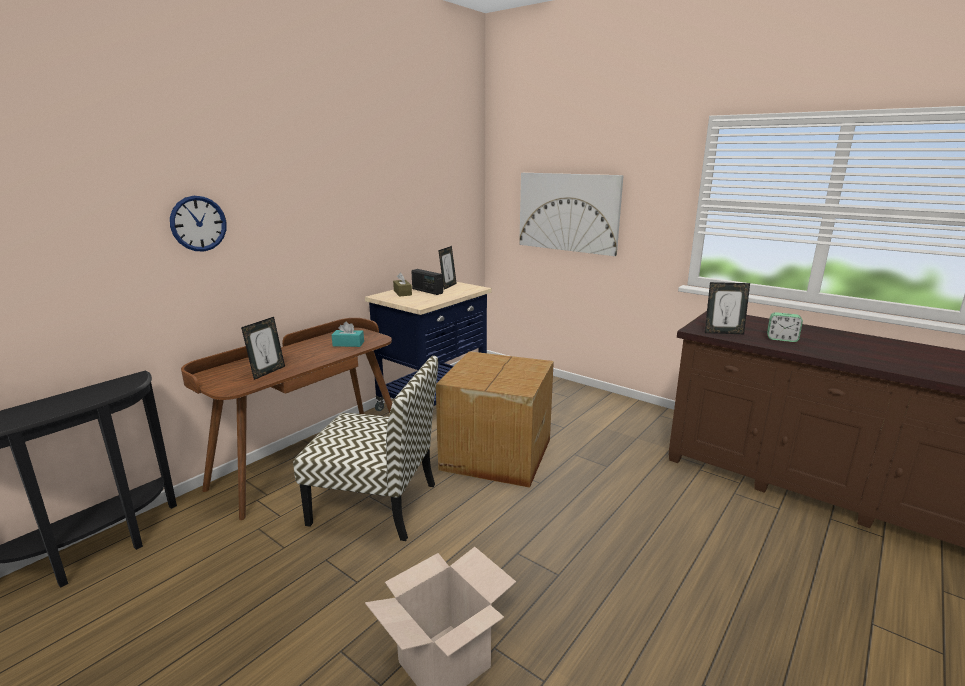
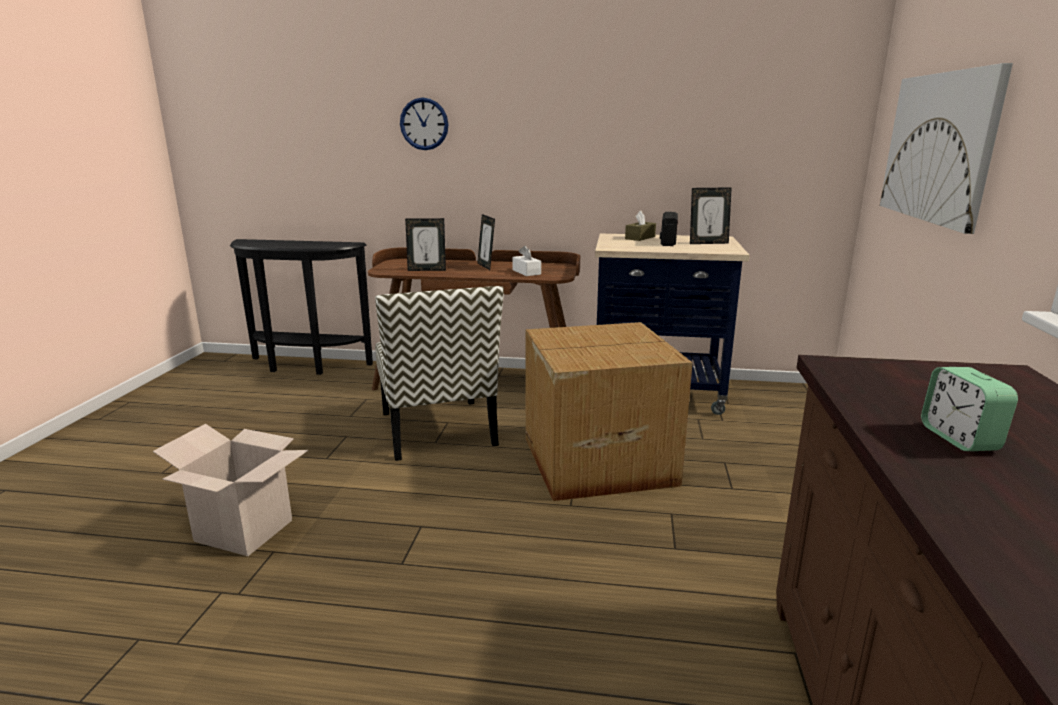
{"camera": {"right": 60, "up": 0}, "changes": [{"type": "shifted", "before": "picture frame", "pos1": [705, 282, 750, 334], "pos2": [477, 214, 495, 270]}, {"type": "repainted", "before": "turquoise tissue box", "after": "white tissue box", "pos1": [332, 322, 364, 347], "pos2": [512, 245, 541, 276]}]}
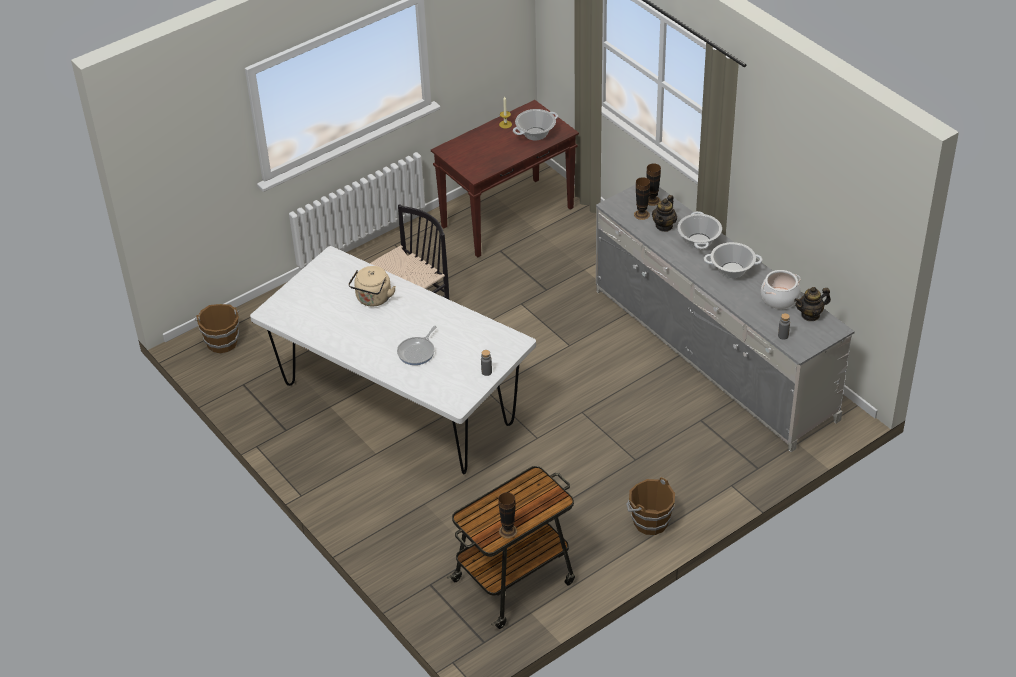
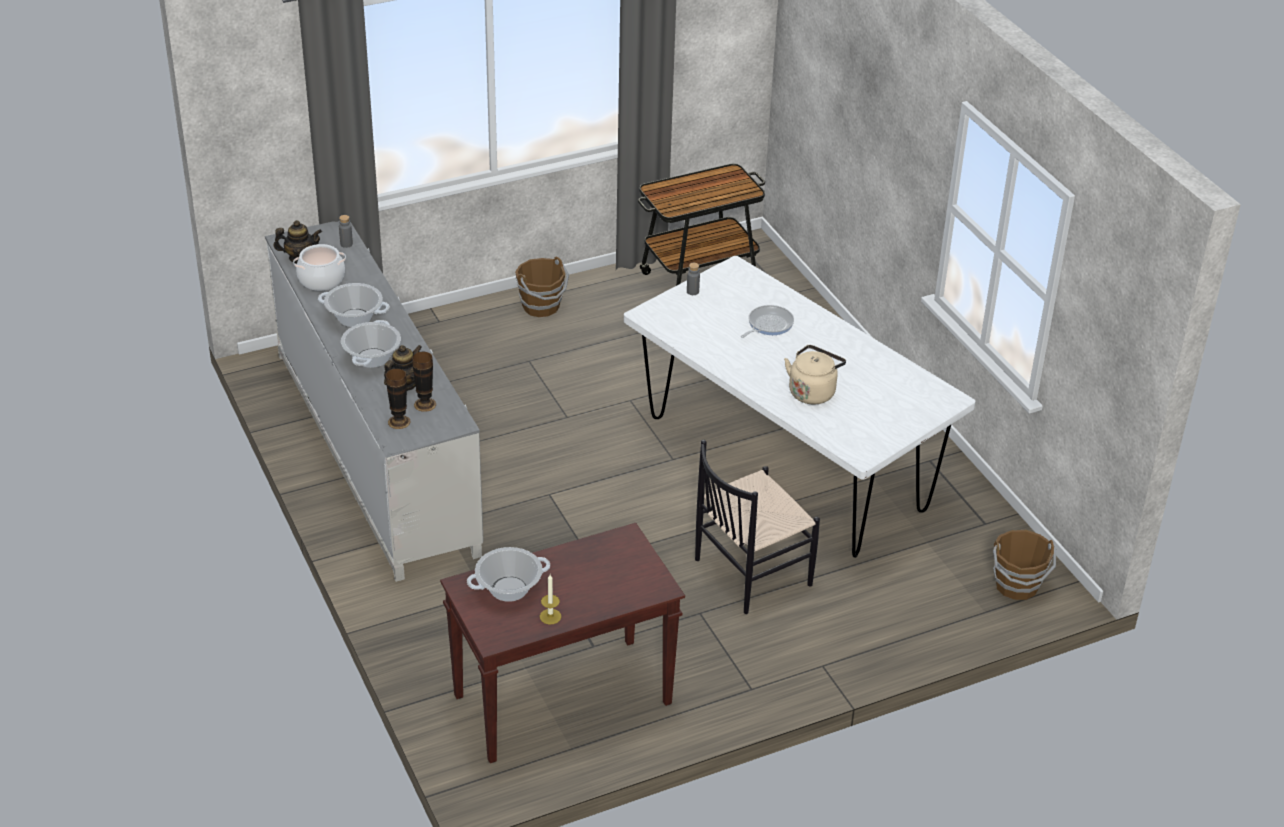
{"camera": {"right": -170, "up": -5}, "changes": [{"type": "gone", "before": "vase", "pos1": [498, 492, 517, 538]}]}
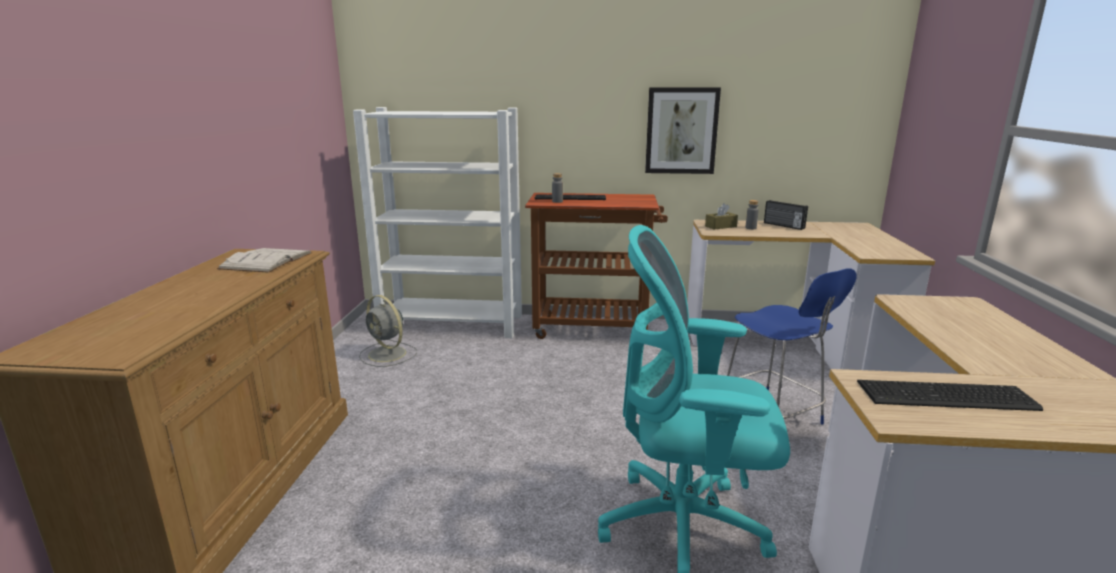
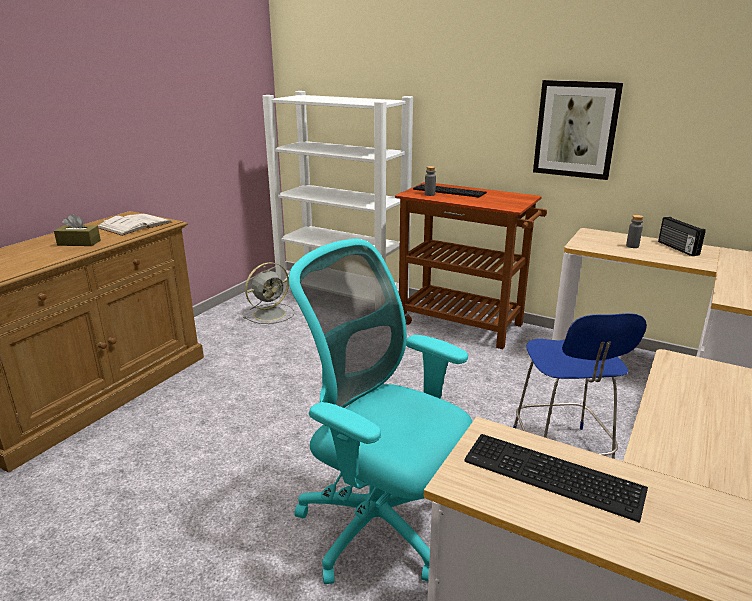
{"camera": {"right": 25, "up": 5}, "changes": [{"type": "shifted", "before": "brown tissue box", "pos1": [705, 203, 738, 229], "pos2": [54, 214, 101, 246]}, {"type": "rotated", "before": "grey fan", "pos1": [359, 295, 417, 367], "pos2": [243, 262, 295, 324], "turn": -105}]}
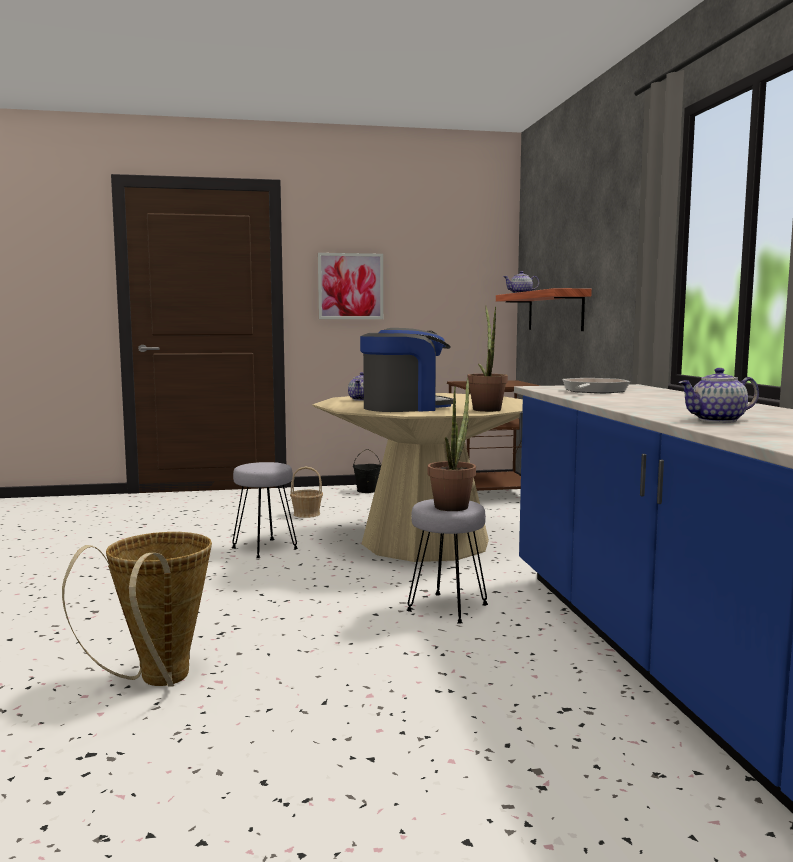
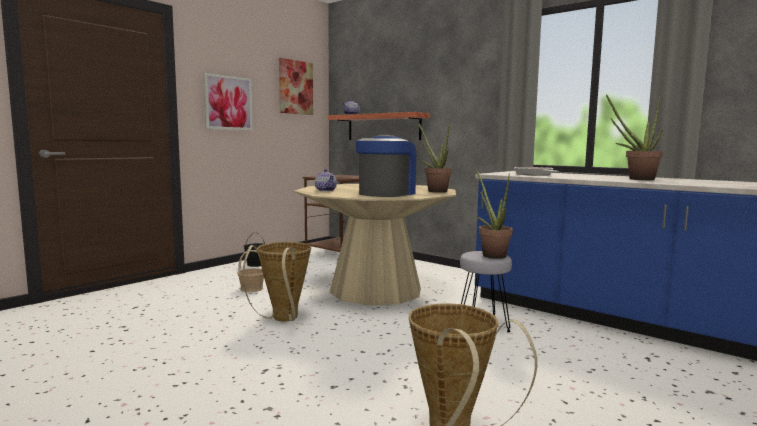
{"camera": {"right": -40, "up": 0}, "changes": [{"type": "swapped", "before": "grey stool", "after": "basket", "pos1": [232, 462, 298, 558], "pos2": [243, 242, 311, 321]}, {"type": "new", "after": "picture", "pos2": [279, 58, 313, 115]}, {"type": "new", "after": "potted plant", "pos2": [606, 94, 663, 180]}, {"type": "gone", "before": "teapot", "pos1": [678, 368, 759, 423]}]}
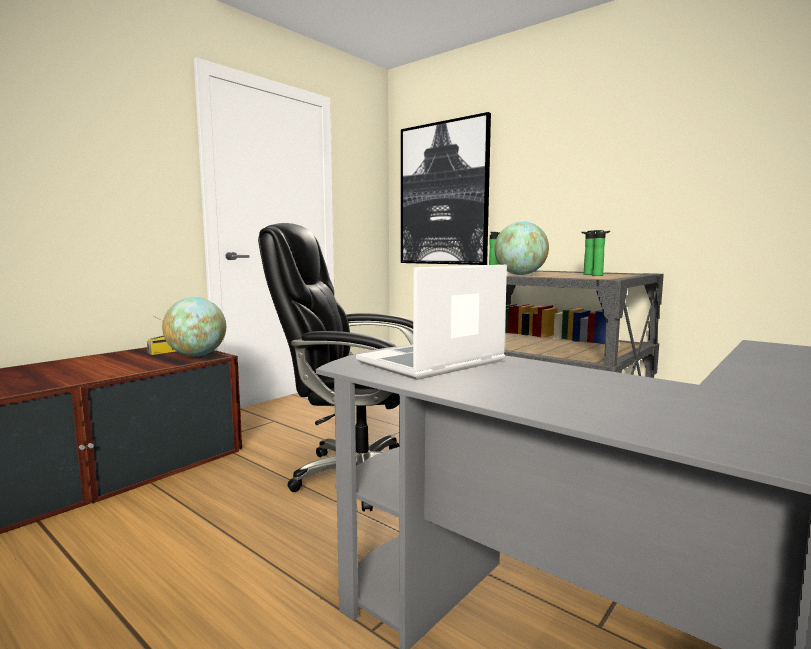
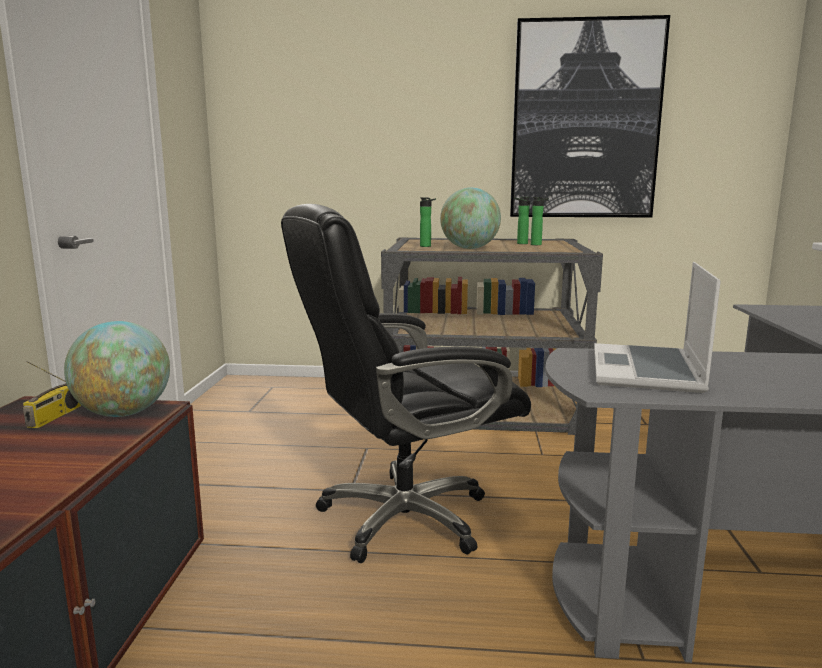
{"camera": {"right": -35, "up": 5}, "changes": [{"type": "shifted", "before": "picture", "pos1": [401, 112, 491, 265], "pos2": [510, 15, 670, 217]}]}
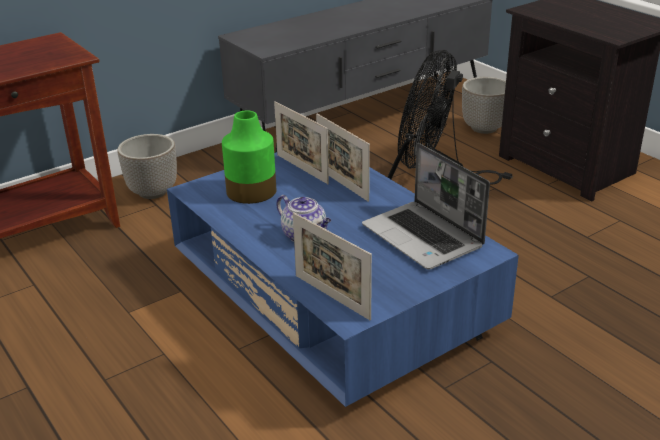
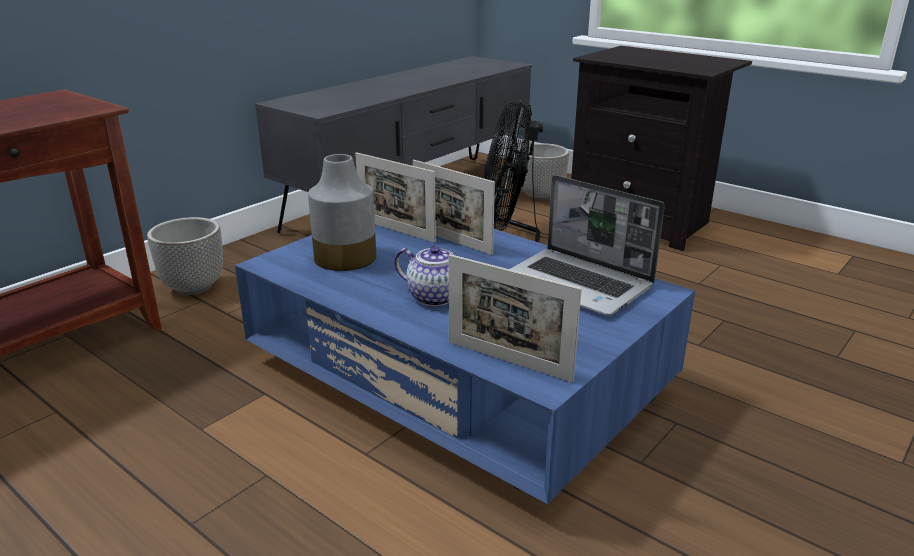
{"camera": {"right": -15, "up": -5}, "changes": [{"type": "repainted", "before": "green vase", "after": "grey vase", "pos1": [222, 111, 277, 204], "pos2": [308, 154, 377, 271]}]}
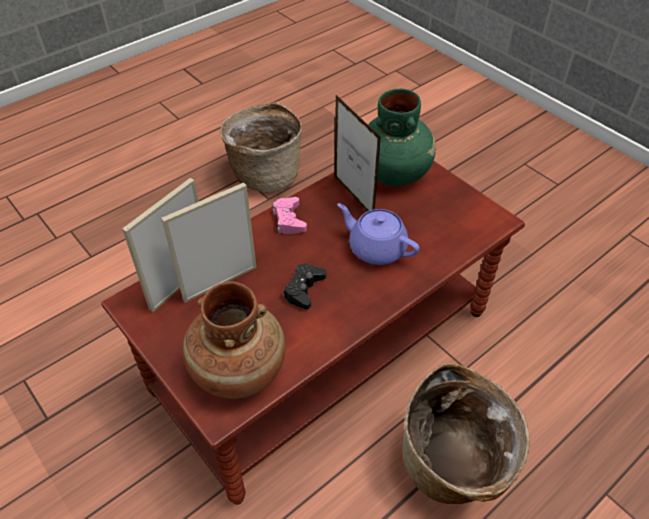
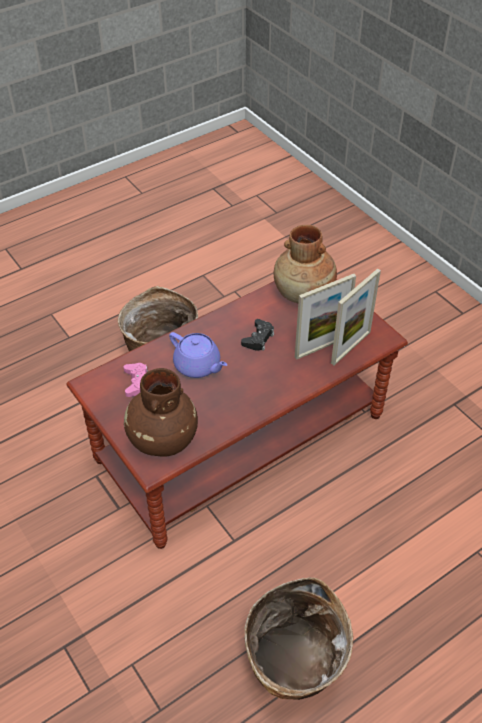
{"camera": {"right": -175, "up": 0}, "changes": [{"type": "shifted", "before": "pink game controller", "pos1": [273, 197, 307, 234], "pos2": [124, 363, 148, 397]}, {"type": "repainted", "before": "green vase", "after": "brown vase", "pos1": [368, 89, 436, 186], "pos2": [124, 368, 198, 457]}, {"type": "gone", "before": "picture frame", "pos1": [335, 95, 381, 211]}]}
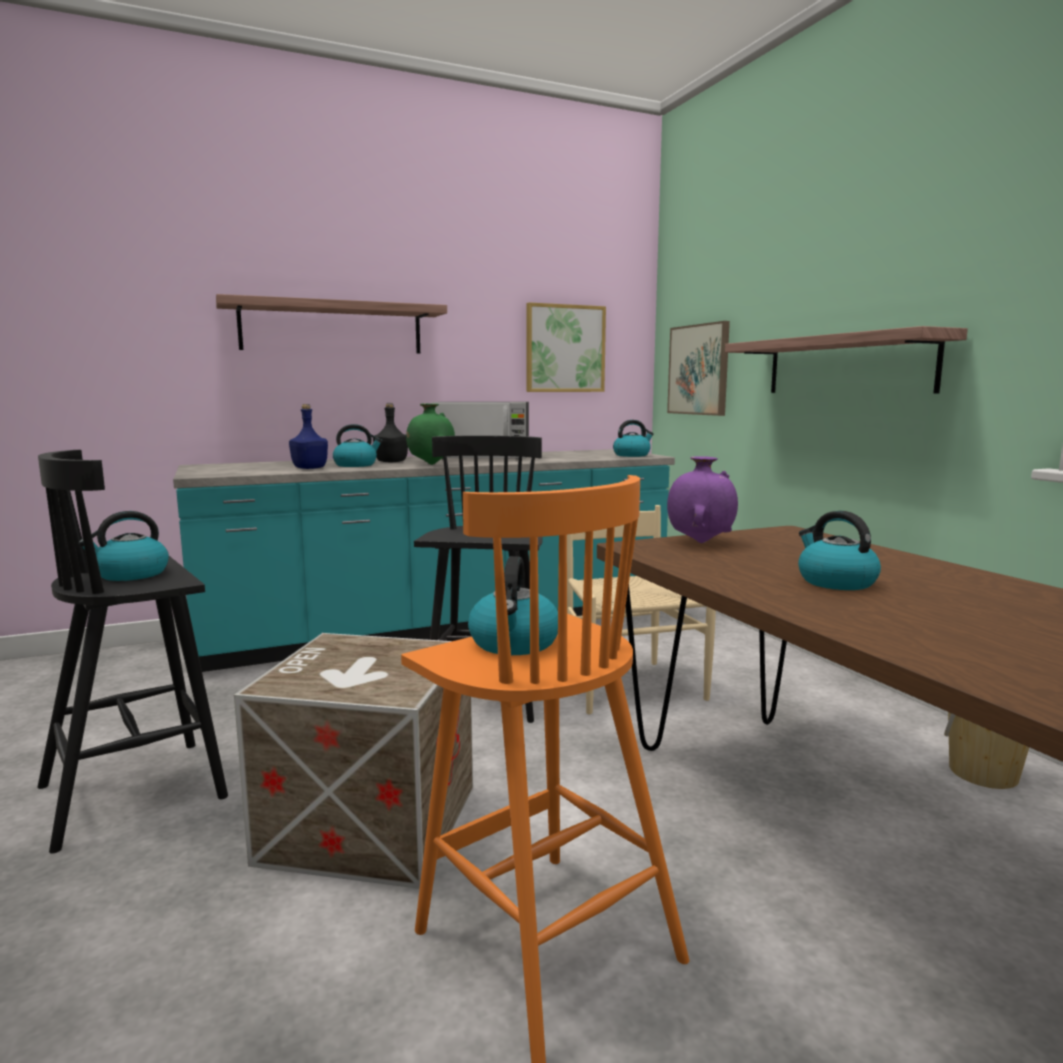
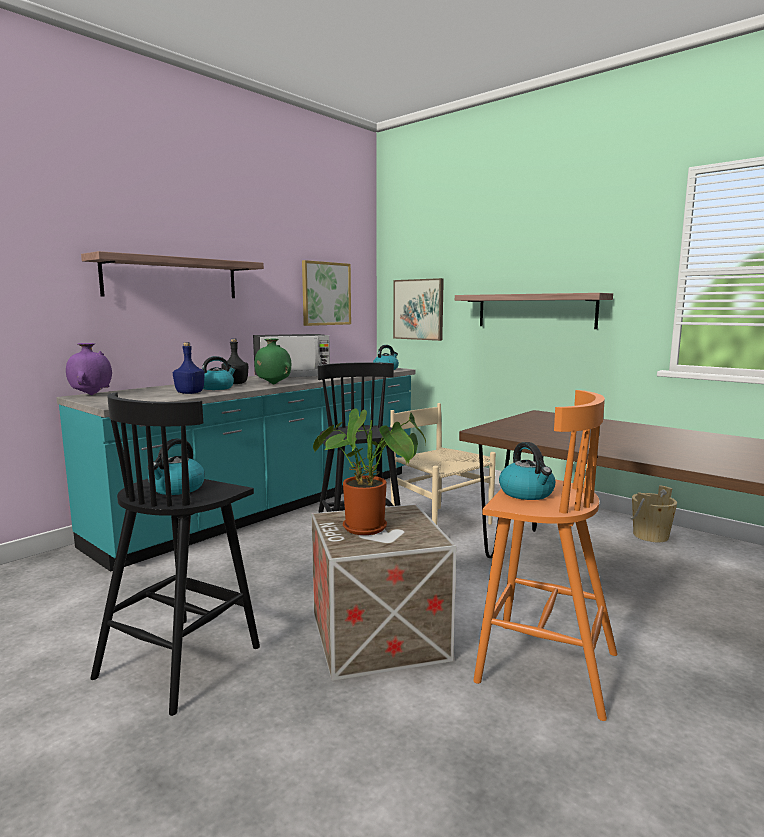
{"camera": {"right": -25, "up": 0}, "changes": [{"type": "shifted", "before": "purple vase", "pos1": [667, 456, 738, 543], "pos2": [66, 343, 112, 395]}, {"type": "new", "after": "potted plant", "pos2": [313, 409, 426, 535]}, {"type": "gone", "before": "kettle", "pos1": [798, 511, 881, 590]}]}
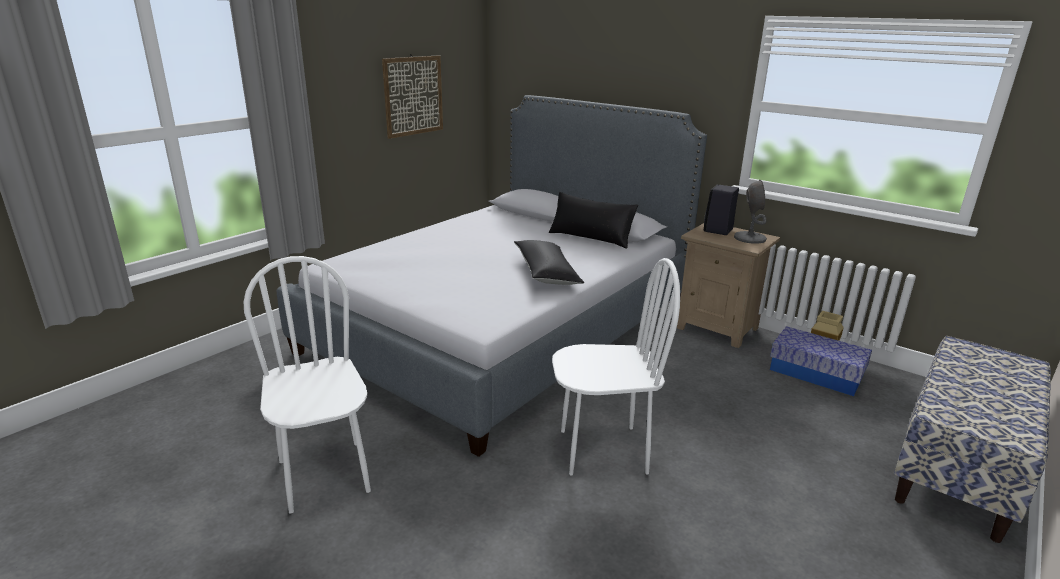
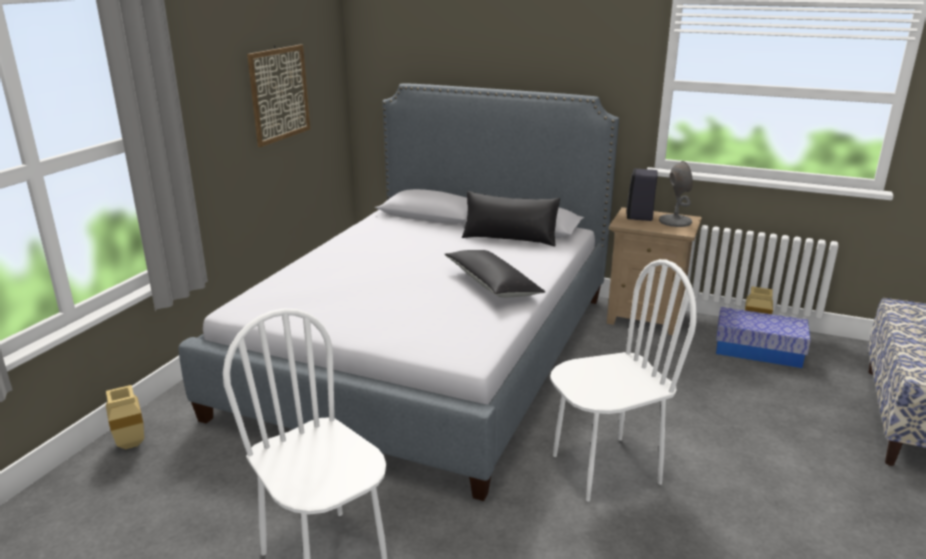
{"camera": {"right": -15, "up": 0}, "changes": [{"type": "new", "after": "beige vase", "pos2": [106, 385, 144, 449]}]}
